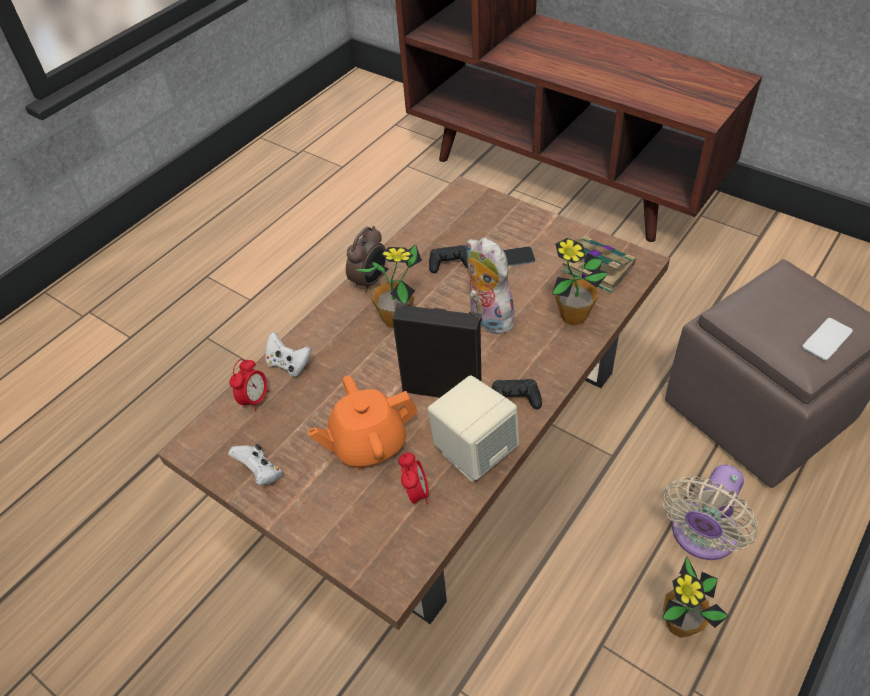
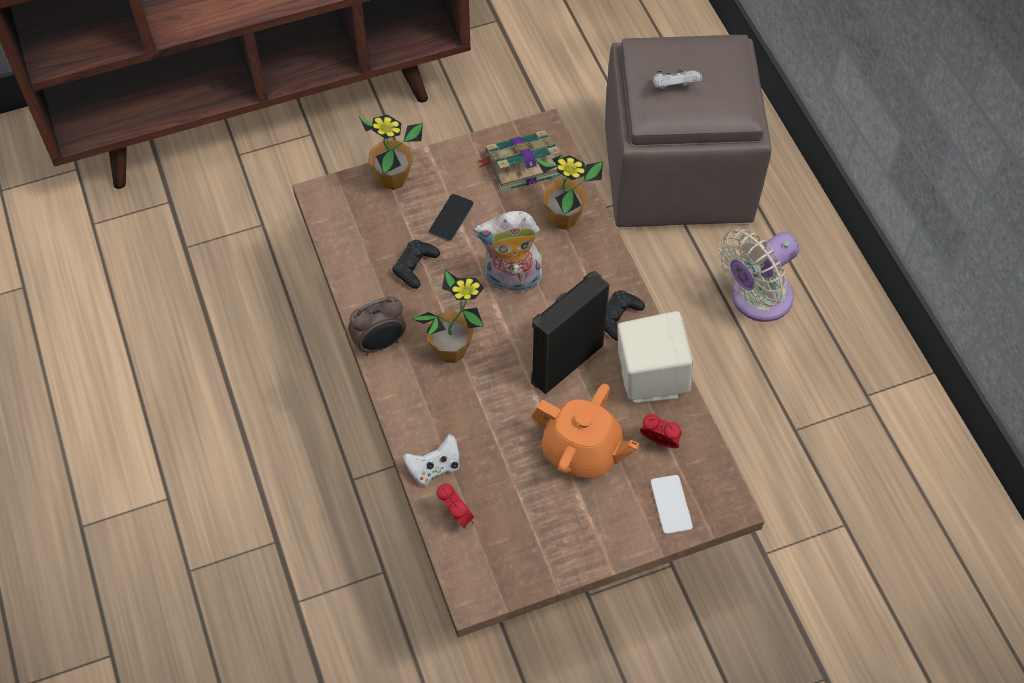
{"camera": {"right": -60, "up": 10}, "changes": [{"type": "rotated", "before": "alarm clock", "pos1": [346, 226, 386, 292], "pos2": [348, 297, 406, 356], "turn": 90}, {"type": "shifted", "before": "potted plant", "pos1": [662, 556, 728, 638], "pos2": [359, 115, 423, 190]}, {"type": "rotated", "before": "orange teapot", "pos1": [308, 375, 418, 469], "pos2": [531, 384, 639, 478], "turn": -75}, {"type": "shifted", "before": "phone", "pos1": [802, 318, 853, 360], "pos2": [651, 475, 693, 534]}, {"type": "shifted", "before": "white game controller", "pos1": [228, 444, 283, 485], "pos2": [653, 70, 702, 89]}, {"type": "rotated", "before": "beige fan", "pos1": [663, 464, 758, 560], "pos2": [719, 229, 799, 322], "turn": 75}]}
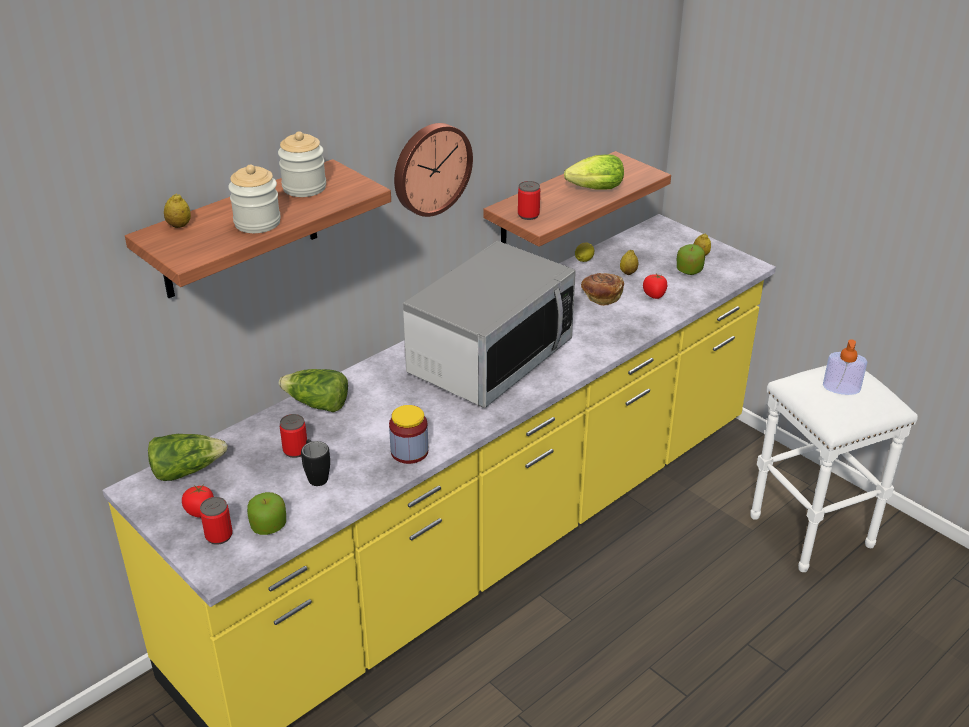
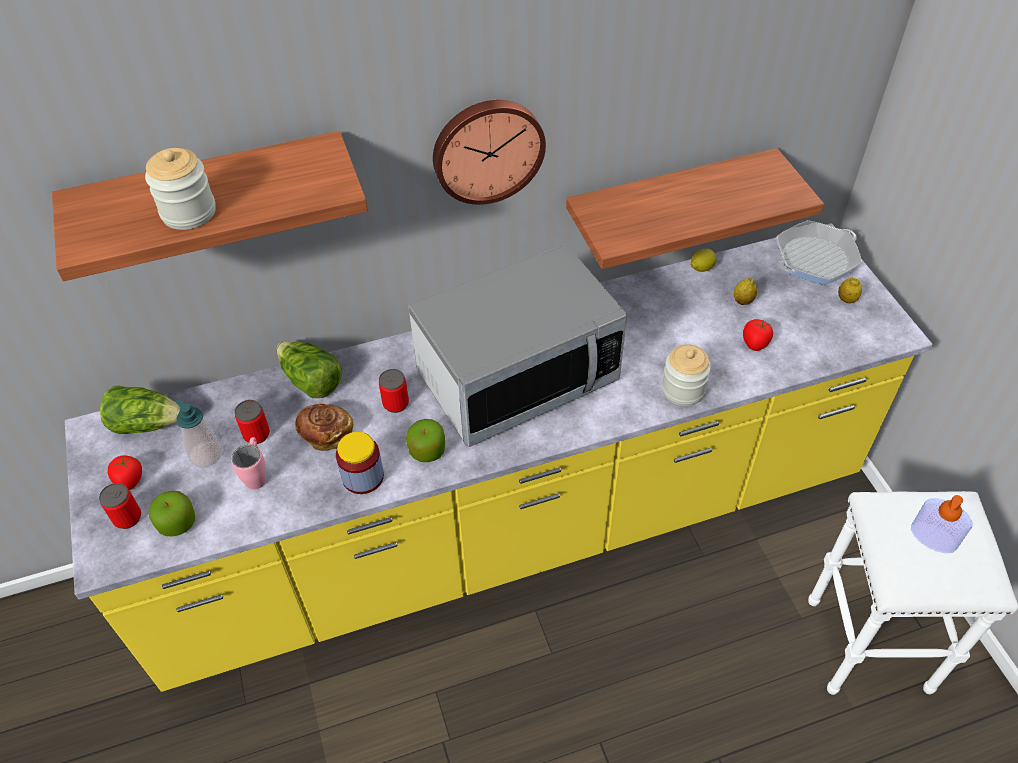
{"camera": {"right": 25, "up": 15}, "changes": [{"type": "new", "after": "soap dispenser", "pos2": [175, 399, 222, 467]}, {"type": "repainted", "before": "black mug", "after": "pink mug", "pos1": [301, 439, 330, 486], "pos2": [231, 437, 266, 490]}, {"type": "shifted", "before": "bread", "pos1": [581, 273, 624, 306], "pos2": [295, 404, 353, 451]}, {"type": "shifted", "before": "can", "pos1": [518, 181, 540, 220], "pos2": [379, 369, 409, 413]}, {"type": "shifted", "before": "apple", "pos1": [677, 244, 705, 275], "pos2": [406, 419, 445, 462]}, {"type": "shifted", "before": "jar", "pos1": [278, 132, 326, 197], "pos2": [662, 344, 711, 406]}, {"type": "new", "after": "frying pan", "pos2": [776, 220, 862, 285]}, {"type": "gone", "before": "lemon", "pos1": [164, 194, 191, 228]}, {"type": "gone", "before": "lettuce", "pos1": [564, 154, 624, 189]}]}
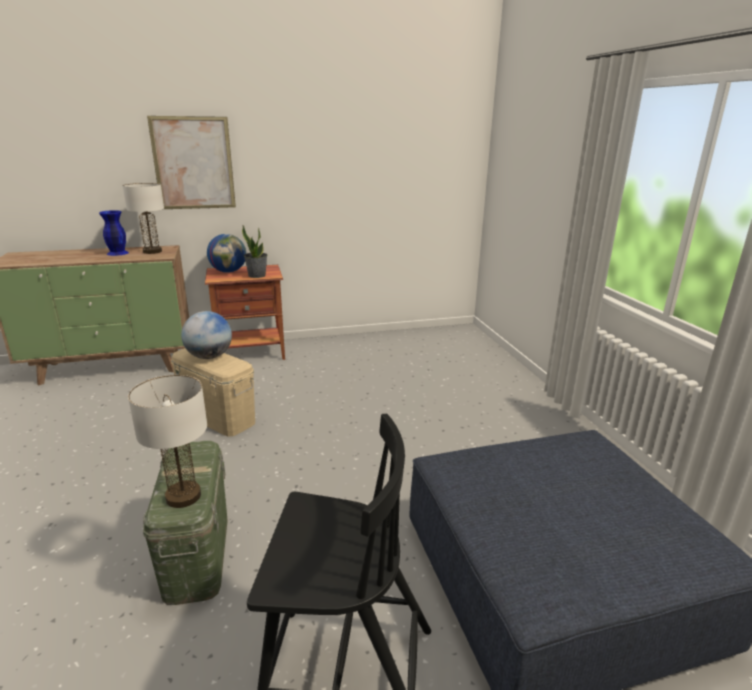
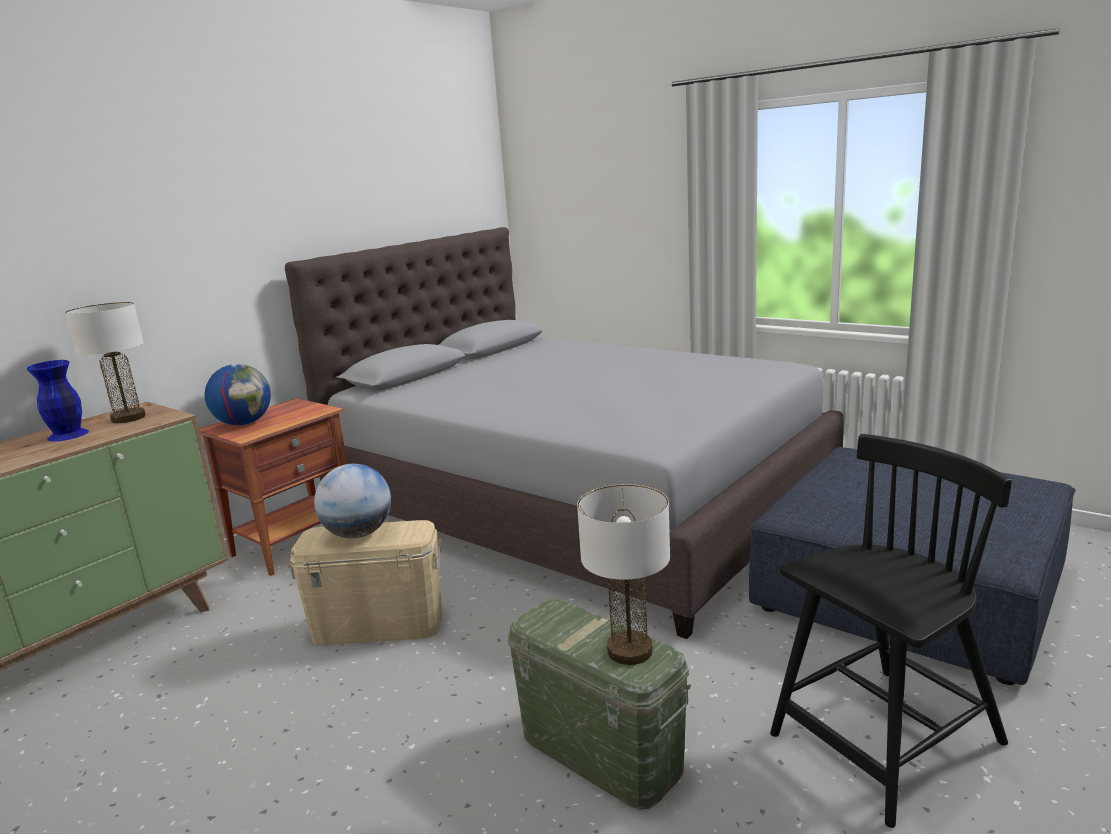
{"camera": {"right": -35, "up": -5}, "changes": [{"type": "new", "after": "grey bed", "pos2": [285, 227, 844, 639]}, {"type": "gone", "before": "picture", "pos1": [147, 116, 236, 209]}, {"type": "gone", "before": "potted plant", "pos1": [242, 226, 267, 278]}]}
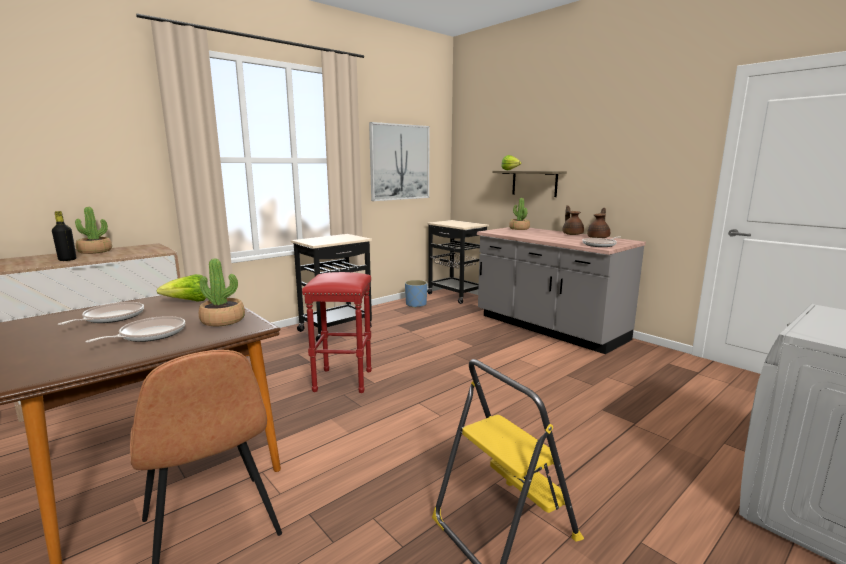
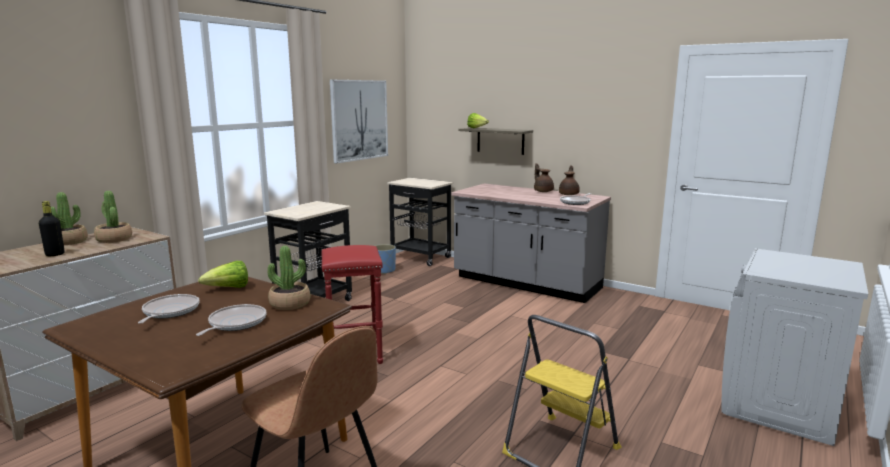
{"camera": {"right": -15, "up": 0}, "changes": [{"type": "shifted", "before": "potted plant", "pos1": [509, 198, 530, 230], "pos2": [94, 191, 132, 243]}]}
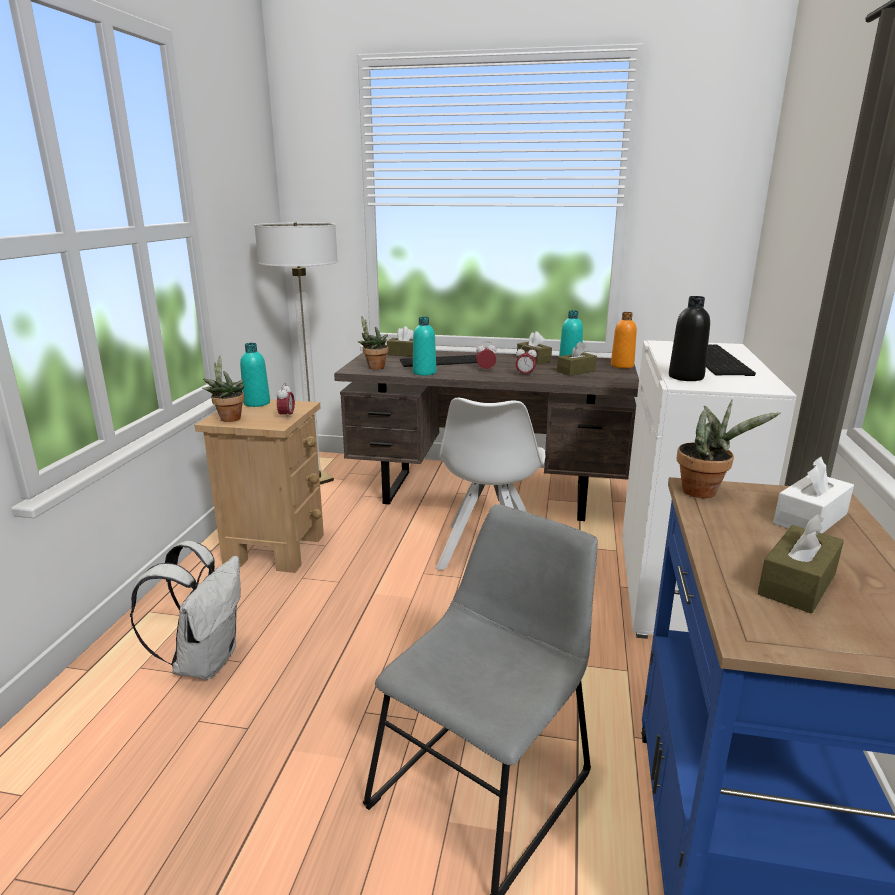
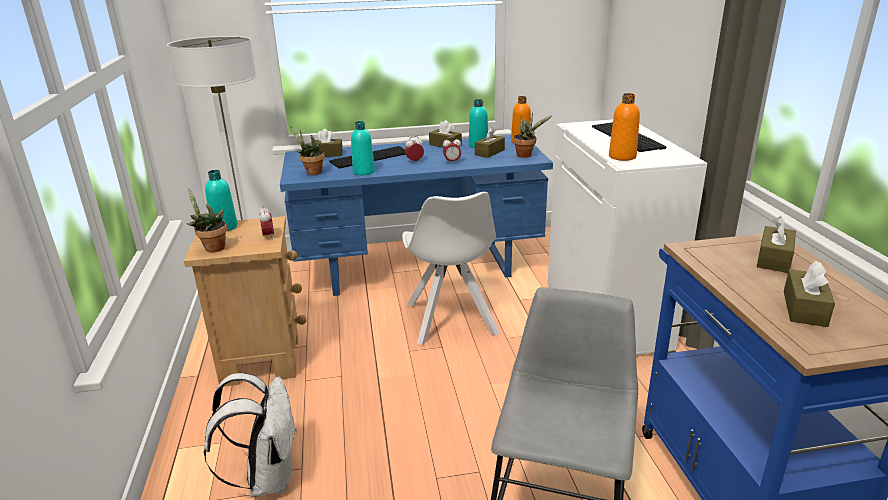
{"camera": {"right": -20, "up": 5}, "changes": [{"type": "repainted", "before": "brown desk", "after": "blue desk", "pos1": [334, 351, 639, 521], "pos2": [280, 135, 553, 296]}, {"type": "shifted", "before": "potted plant", "pos1": [677, 399, 781, 498], "pos2": [513, 113, 553, 158]}, {"type": "repainted", "before": "black bottle", "after": "orange bottle", "pos1": [669, 296, 710, 381], "pos2": [609, 93, 640, 161]}, {"type": "repainted", "before": "white tissue box", "after": "brown tissue box", "pos1": [773, 457, 854, 533], "pos2": [757, 216, 796, 273]}]}
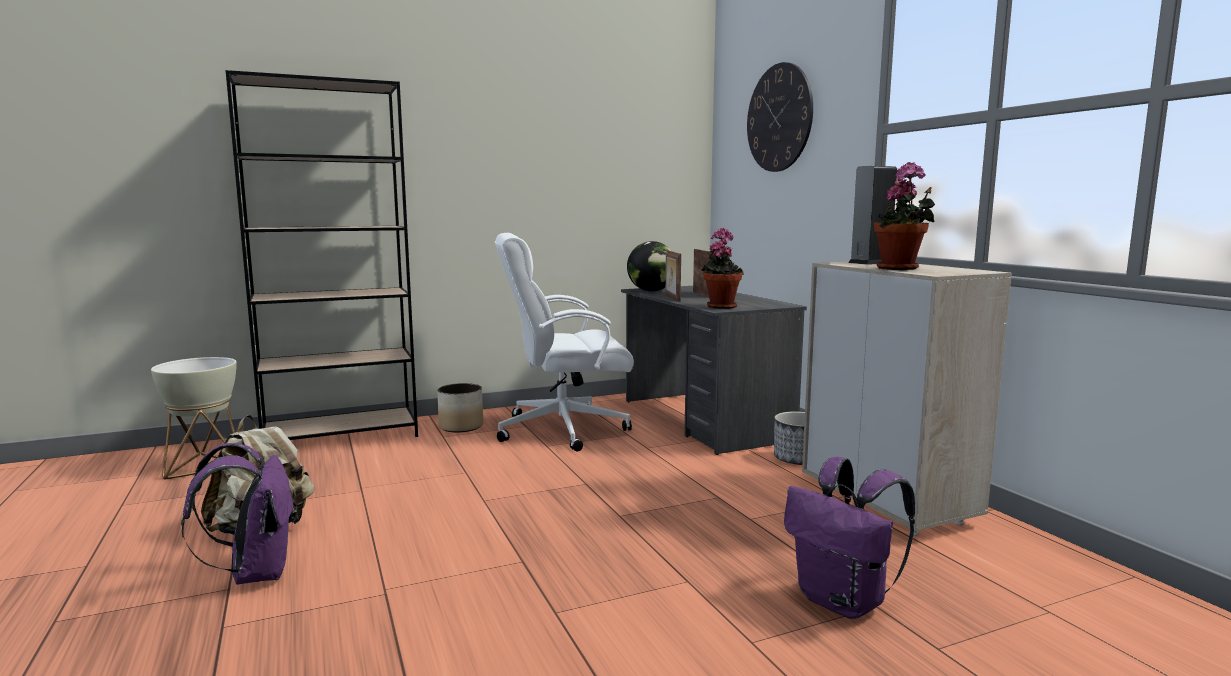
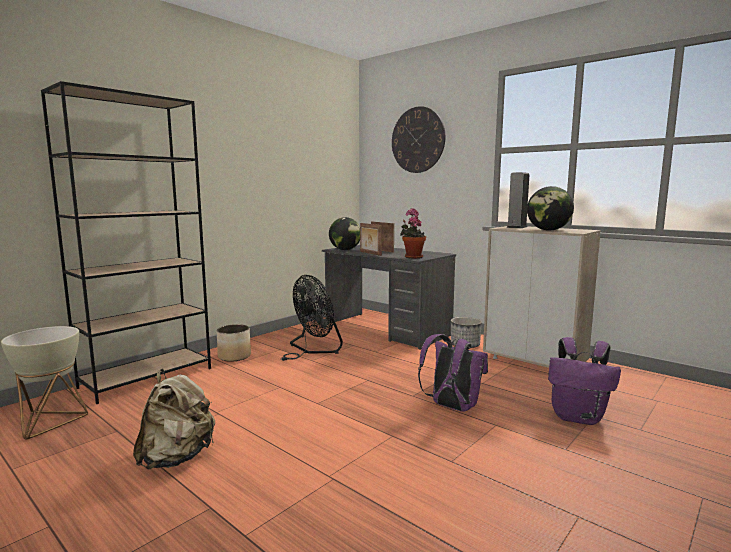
{"camera": {"right": -25, "up": 0}, "changes": [{"type": "swapped", "before": "white office chair", "after": "black fan", "pos1": [495, 233, 634, 451], "pos2": [281, 275, 343, 361]}, {"type": "shifted", "before": "purple backpack", "pos1": [181, 443, 296, 584], "pos2": [418, 334, 488, 411]}, {"type": "swapped", "before": "potted plant", "after": "globe", "pos1": [874, 162, 935, 270], "pos2": [527, 186, 574, 231]}]}
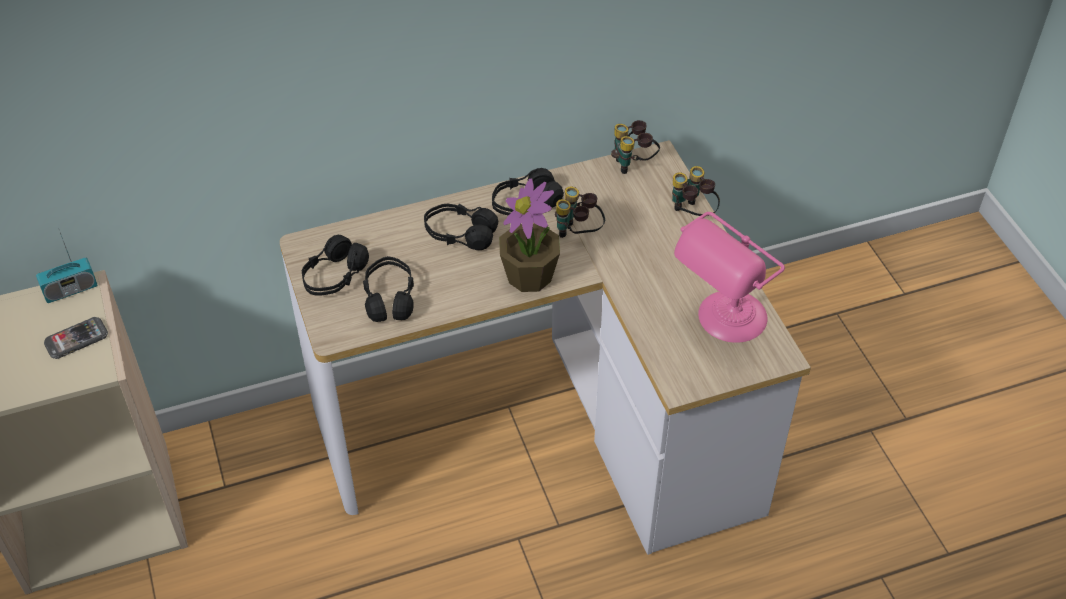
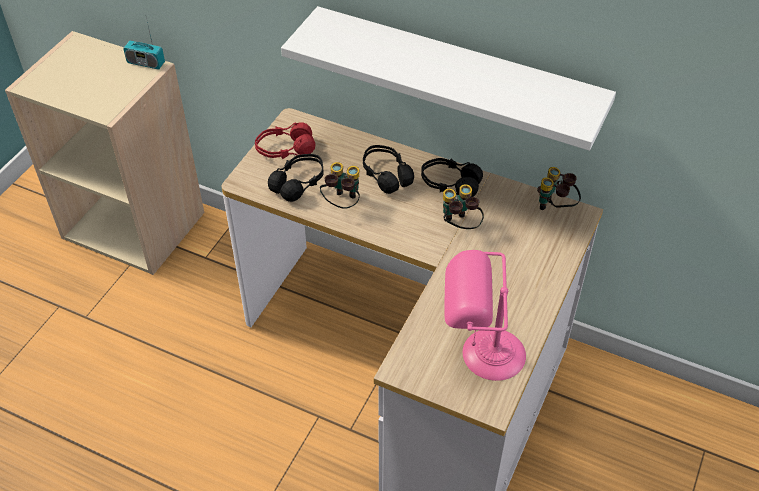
{"camera": {"right": 45, "up": 0}, "changes": [{"type": "repainted", "before": "black headphones", "after": "red headphones", "pos1": [302, 235, 369, 296], "pos2": [255, 122, 315, 159]}, {"type": "new", "after": "white shelf", "pos2": [281, 6, 616, 151]}, {"type": "shifted", "before": "binoculars", "pos1": [672, 166, 720, 216], "pos2": [320, 162, 360, 209]}, {"type": "gone", "before": "phone", "pos1": [44, 317, 108, 359]}, {"type": "gone", "before": "potted plant", "pos1": [499, 178, 560, 292]}]}
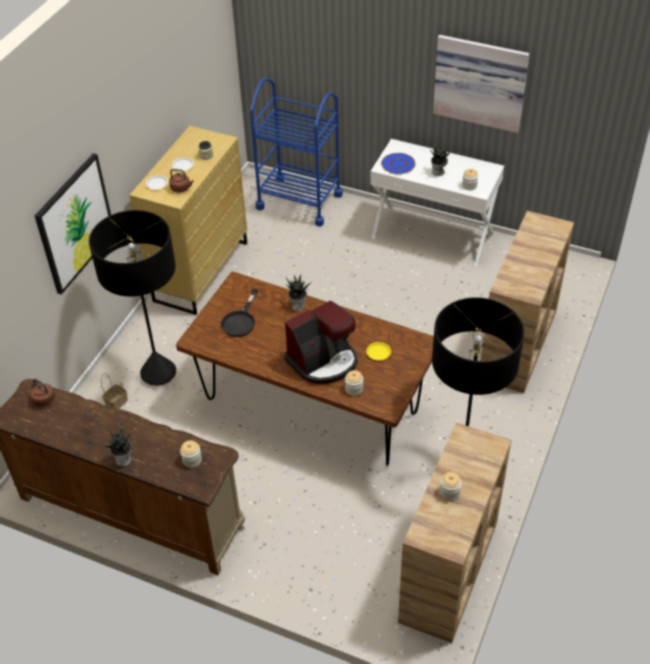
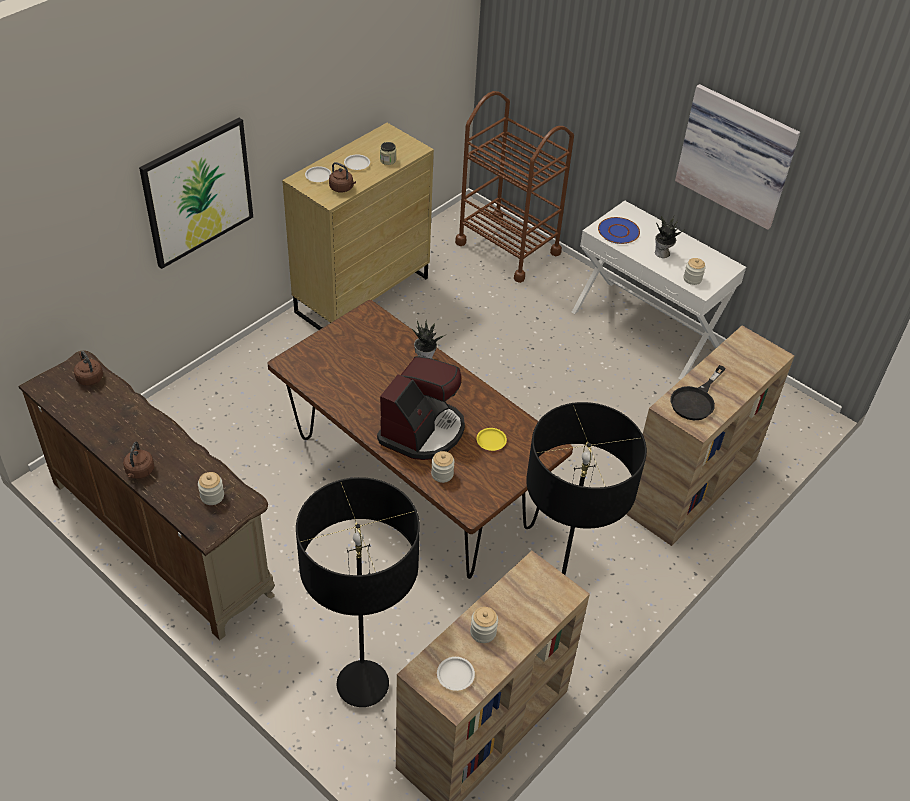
{"camera": {"right": 15, "up": 0}, "changes": [{"type": "swapped", "before": "potted plant", "after": "brown kettle", "pos1": [101, 423, 132, 467], "pos2": [123, 442, 154, 479]}, {"type": "shifted", "before": "black floor lamp", "pos1": [89, 210, 176, 386], "pos2": [296, 477, 420, 707]}, {"type": "rotated", "before": "coffee machine", "pos1": [284, 301, 358, 384], "pos2": [377, 356, 465, 460], "turn": -45}, {"type": "new", "after": "white plate", "pos2": [437, 657, 475, 691]}, {"type": "repainted", "before": "blue cart", "after": "brown cart", "pos1": [250, 78, 343, 226], "pos2": [455, 91, 574, 283]}, {"type": "shifted", "before": "black frying pan", "pos1": [221, 289, 258, 337], "pos2": [670, 365, 726, 420]}, {"type": "gone", "before": "basket", "pos1": [101, 373, 128, 409]}]}
